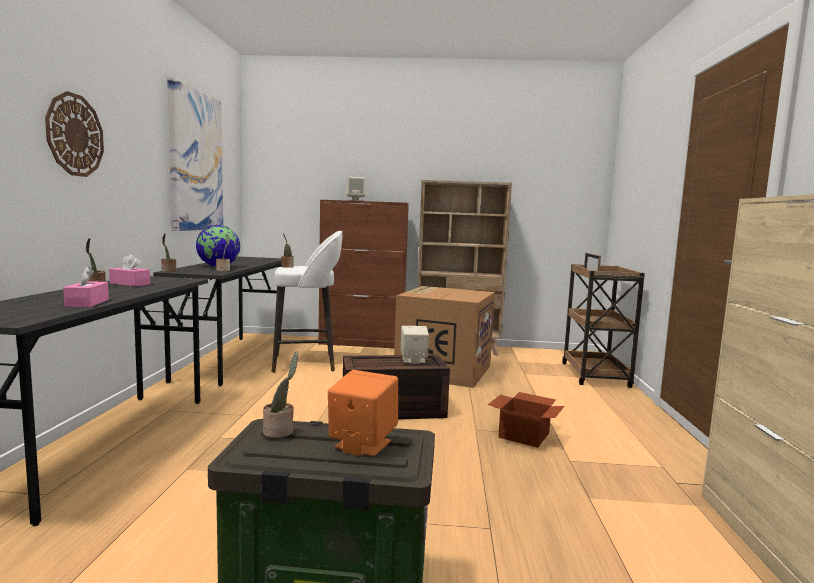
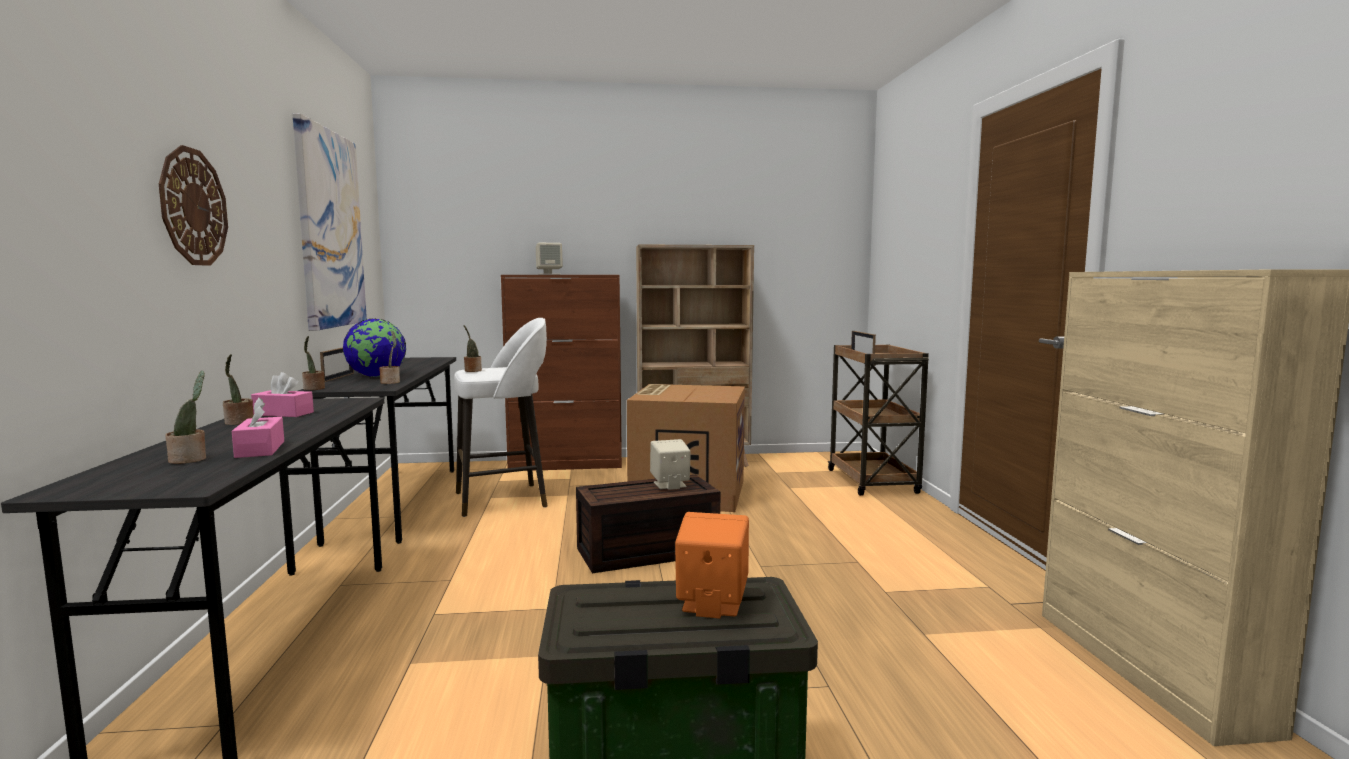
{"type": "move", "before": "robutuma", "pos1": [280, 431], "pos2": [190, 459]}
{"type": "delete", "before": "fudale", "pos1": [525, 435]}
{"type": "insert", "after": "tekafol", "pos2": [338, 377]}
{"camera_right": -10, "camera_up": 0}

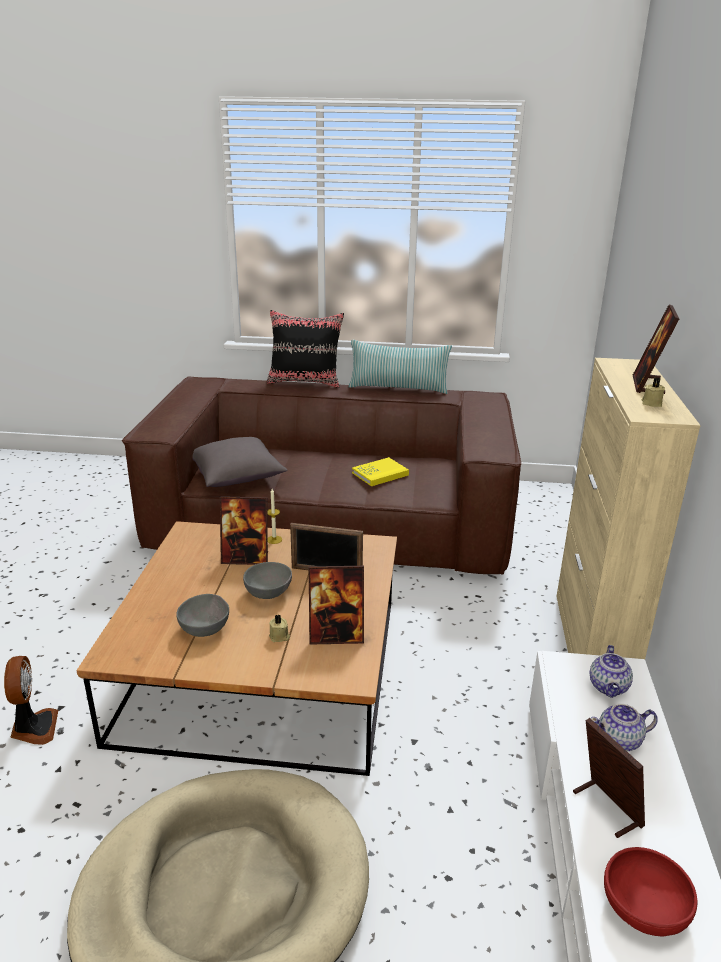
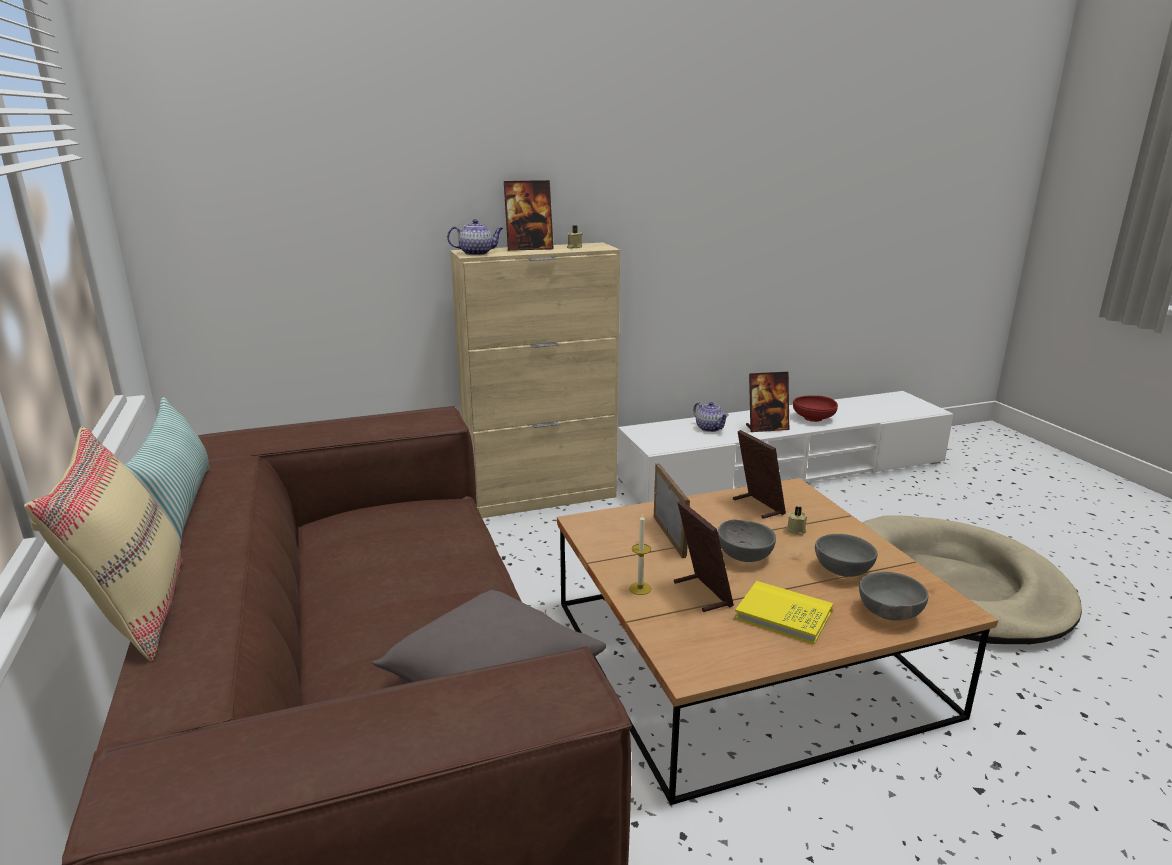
{"type": "delete", "before": "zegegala", "pos1": [34, 728]}
{"type": "recolor", "before": "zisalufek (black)", "after": "zisalufek (beige)", "pos1": [305, 381], "pos2": [135, 611]}
{"type": "move", "before": "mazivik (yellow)", "pos1": [380, 474], "pos2": [783, 615]}
{"type": "rotate", "before": "tekafol", "pos1": [606, 807], "pos2": [766, 428], "turn": -135}
{"type": "move", "before": "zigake", "pos1": [609, 687], "pos2": [477, 253]}
{"type": "insert", "after": "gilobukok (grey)", "pos2": [889, 614]}
{"camera_right": -115, "camera_up": -5}

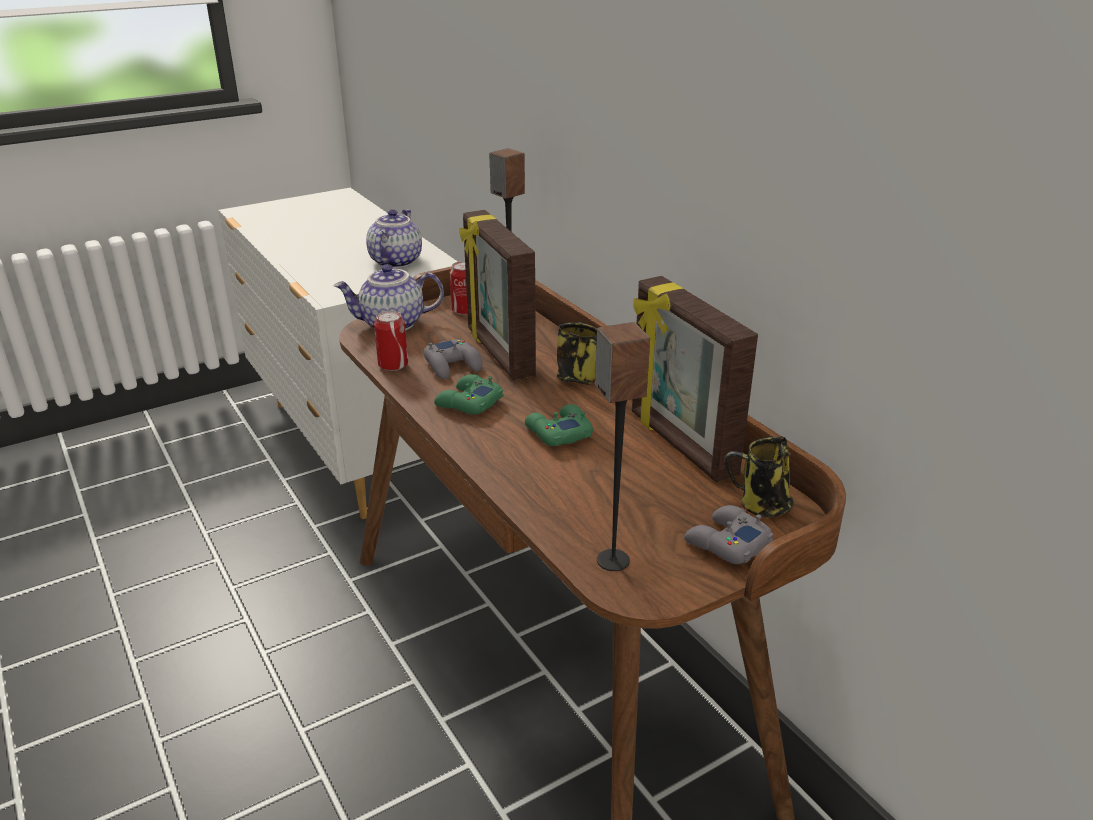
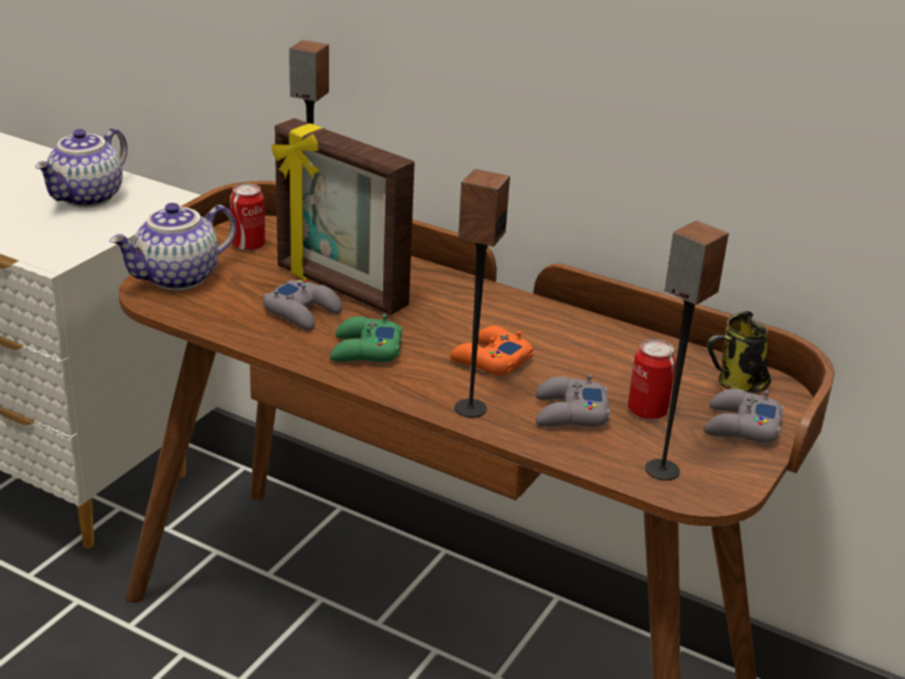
{"type": "rotate", "before": "zigake", "pos1": [394, 261], "pos2": [88, 198], "turn": -135}
{"type": "move", "before": "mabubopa", "pos1": [393, 365], "pos2": [647, 411]}
{"type": "recolor", "before": "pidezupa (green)", "after": "pidezupa (orange)", "pos1": [558, 432], "pos2": [490, 360]}
{"type": "delete", "before": "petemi", "pos1": [576, 377]}
{"type": "delete", "before": "tekafol", "pos1": [680, 444]}
{"type": "insert", "after": "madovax", "pos2": [469, 408]}
{"type": "insert", "after": "pidezupa (grey)", "pos2": [569, 413]}
{"camera_right": -30, "camera_up": 0}

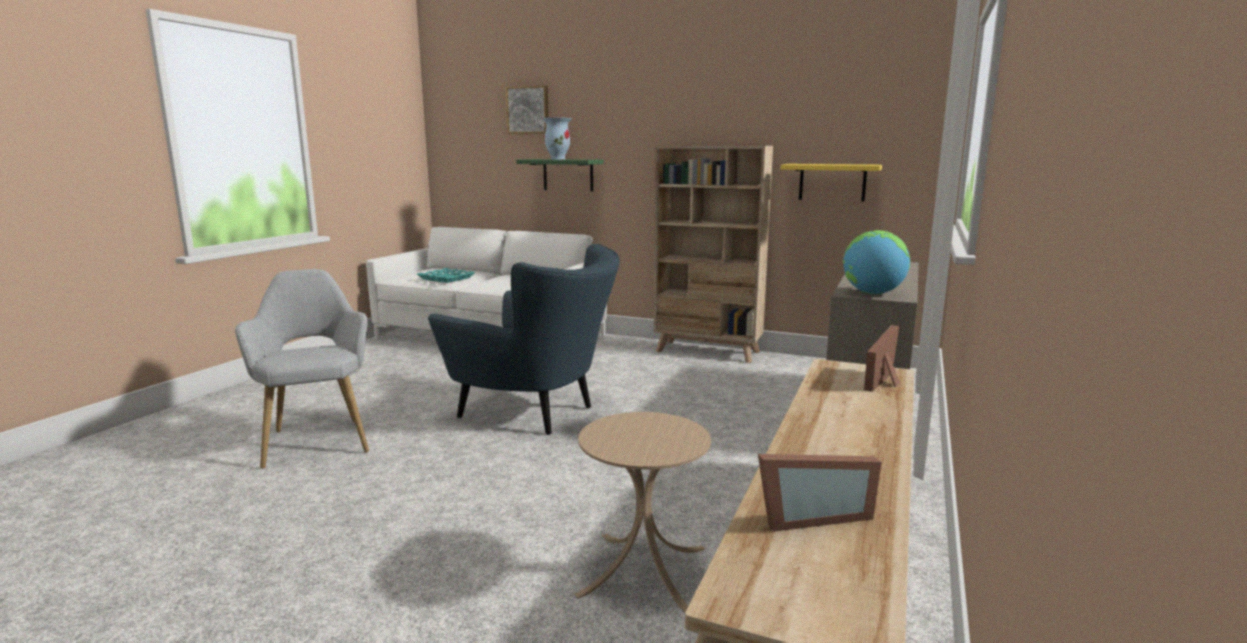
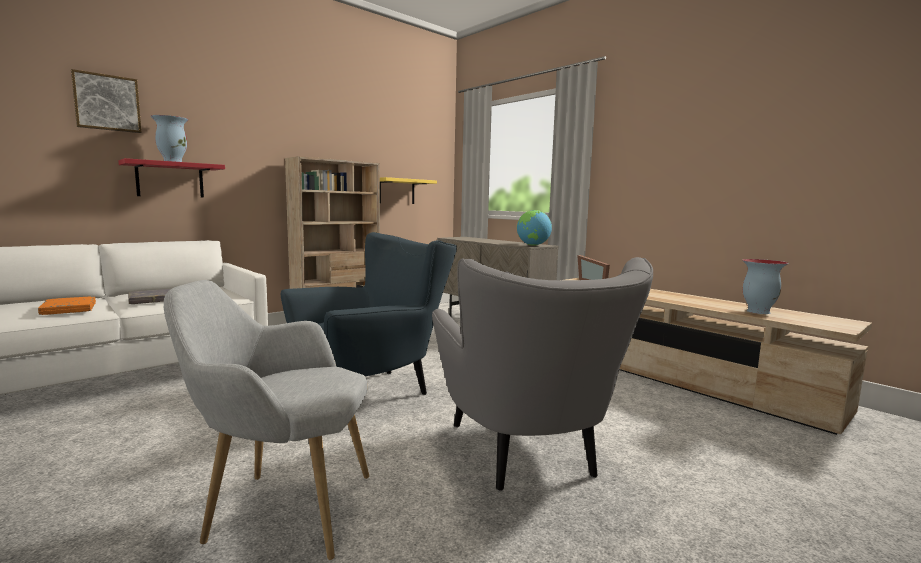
{"type": "replace", "before": "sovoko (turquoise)", "after": "mazivik (orange)", "pos1": [446, 278], "pos2": [68, 309]}
{"type": "recolor", "before": "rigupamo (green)", "after": "rigupamo (red)", "pos1": [568, 175], "pos2": [170, 180]}
{"type": "delete", "before": "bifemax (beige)", "pos1": [643, 571]}
{"type": "replace", "before": "tekafol", "after": "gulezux", "pos1": [810, 516], "pos2": [757, 311]}
{"type": "insert", "after": "mazivik (grey)", "pos2": [153, 300]}
{"type": "insert", "after": "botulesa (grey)", "pos2": [526, 455]}
{"camera_right": -65, "camera_up": -5}

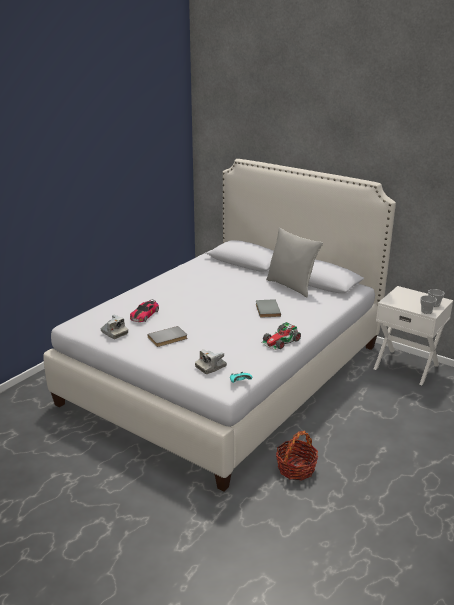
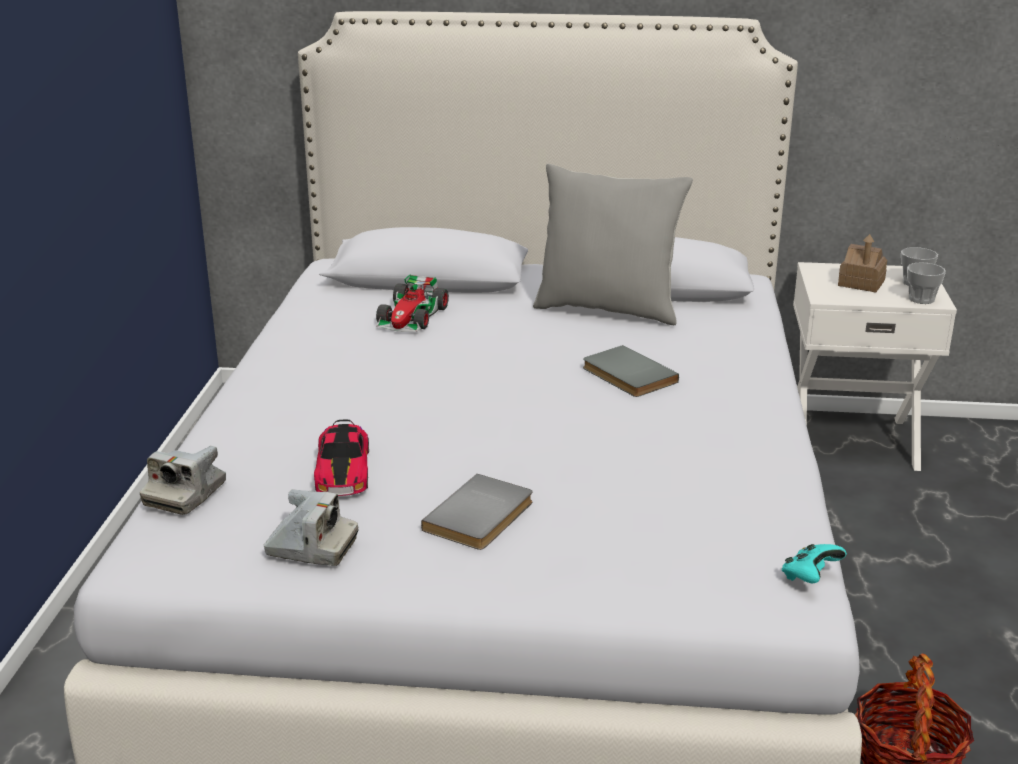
{"type": "move", "before": "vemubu", "pos1": [211, 367], "pos2": [185, 494]}
{"type": "move", "before": "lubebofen", "pos1": [280, 341], "pos2": [412, 317]}
{"type": "insert", "after": "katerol", "pos2": [861, 283]}
{"camera_right": -30, "camera_up": 0}

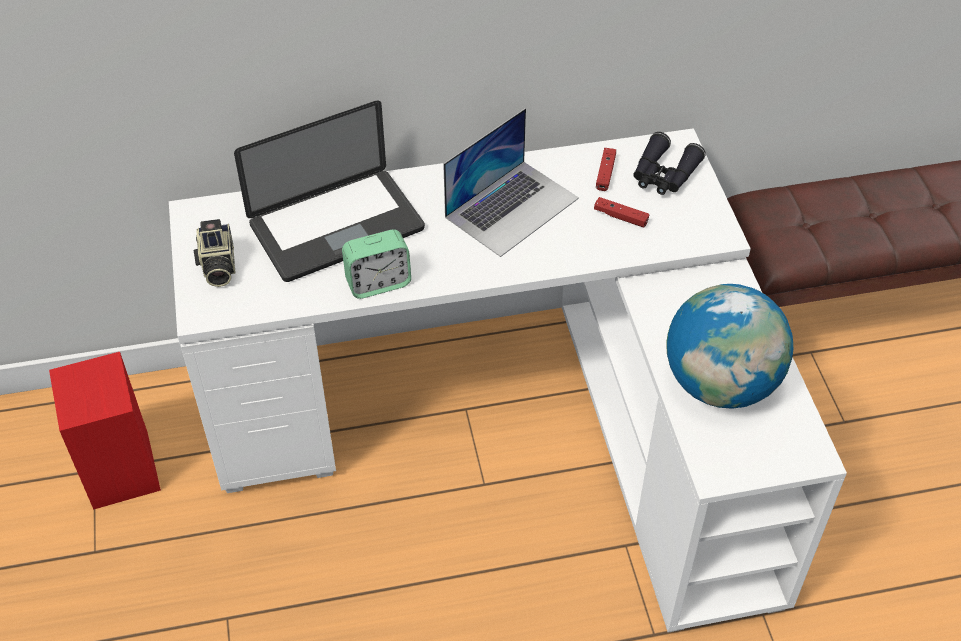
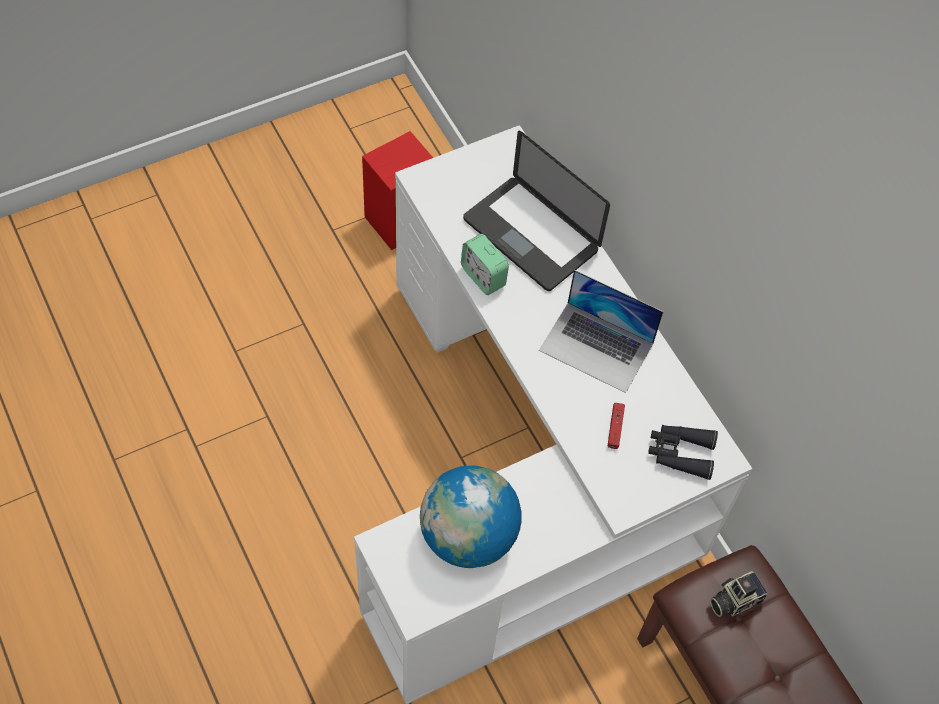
{"type": "move", "before": "vemubu", "pos1": [217, 266], "pos2": [733, 599]}
{"type": "delete", "before": "pidezupa (red)", "pos1": [605, 173]}
{"camera_right": 70, "camera_up": 10}

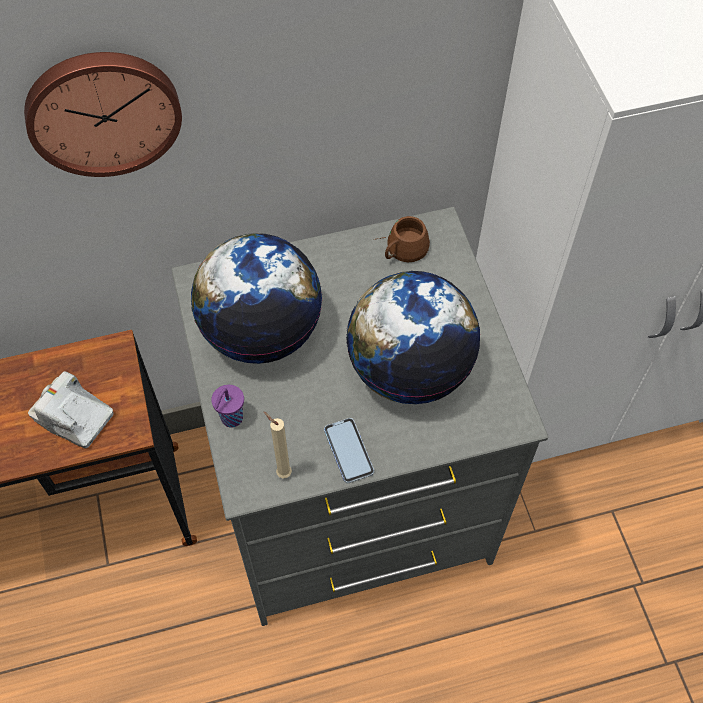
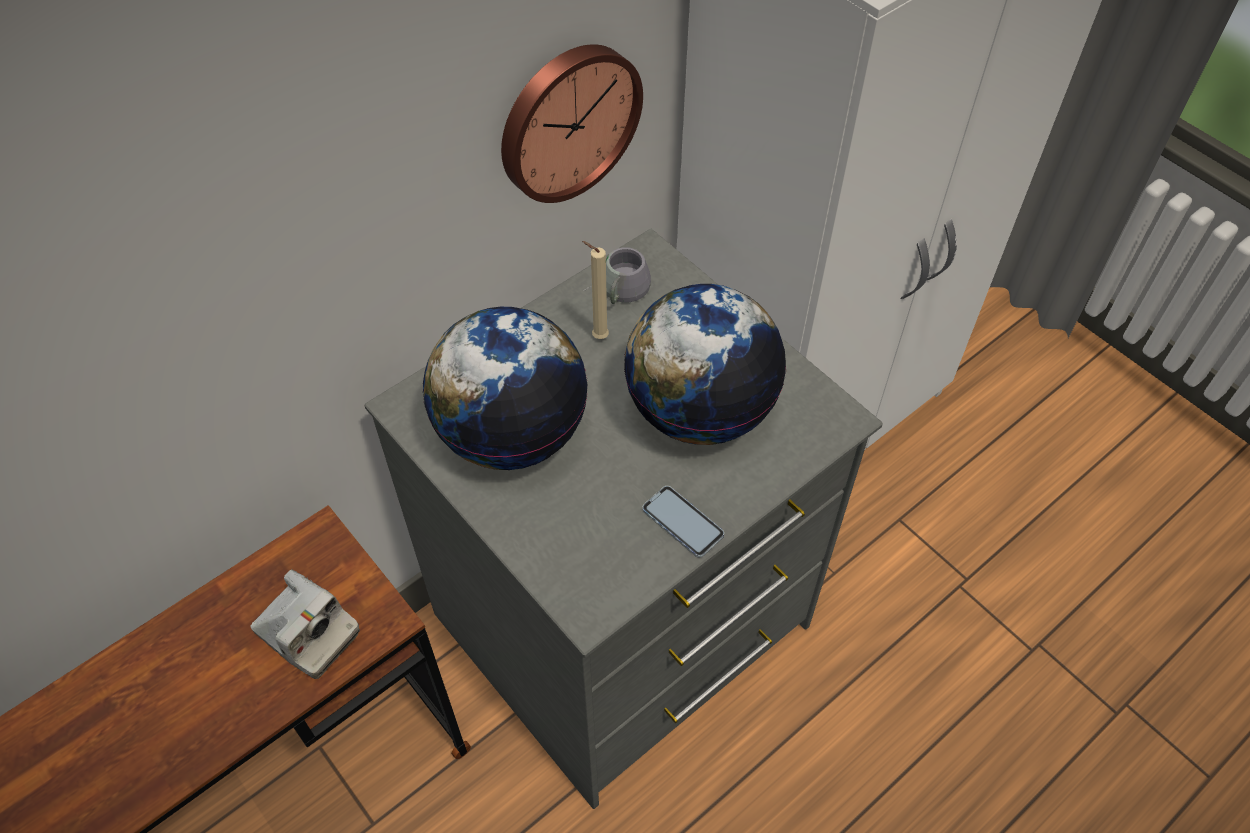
{"type": "move", "before": "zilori", "pos1": [103, 111], "pos2": [567, 121]}
{"type": "rotate", "before": "vemubu", "pos1": [74, 417], "pos2": [307, 633], "turn": -150}
{"type": "delete", "before": "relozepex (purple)", "pos1": [231, 419]}
{"type": "move", "before": "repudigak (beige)", "pos1": [282, 472], "pos2": [597, 336]}
{"type": "recolor", "before": "petemi (brown)", "after": "petemi (grey)", "pos1": [400, 247], "pos2": [617, 289]}
{"camera_right": -25, "camera_up": -5}

